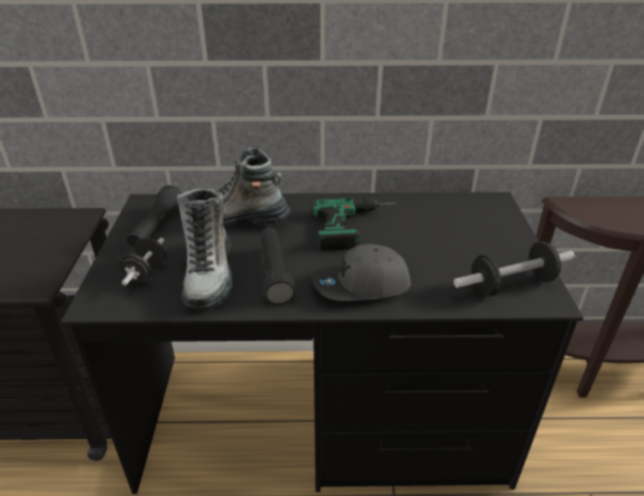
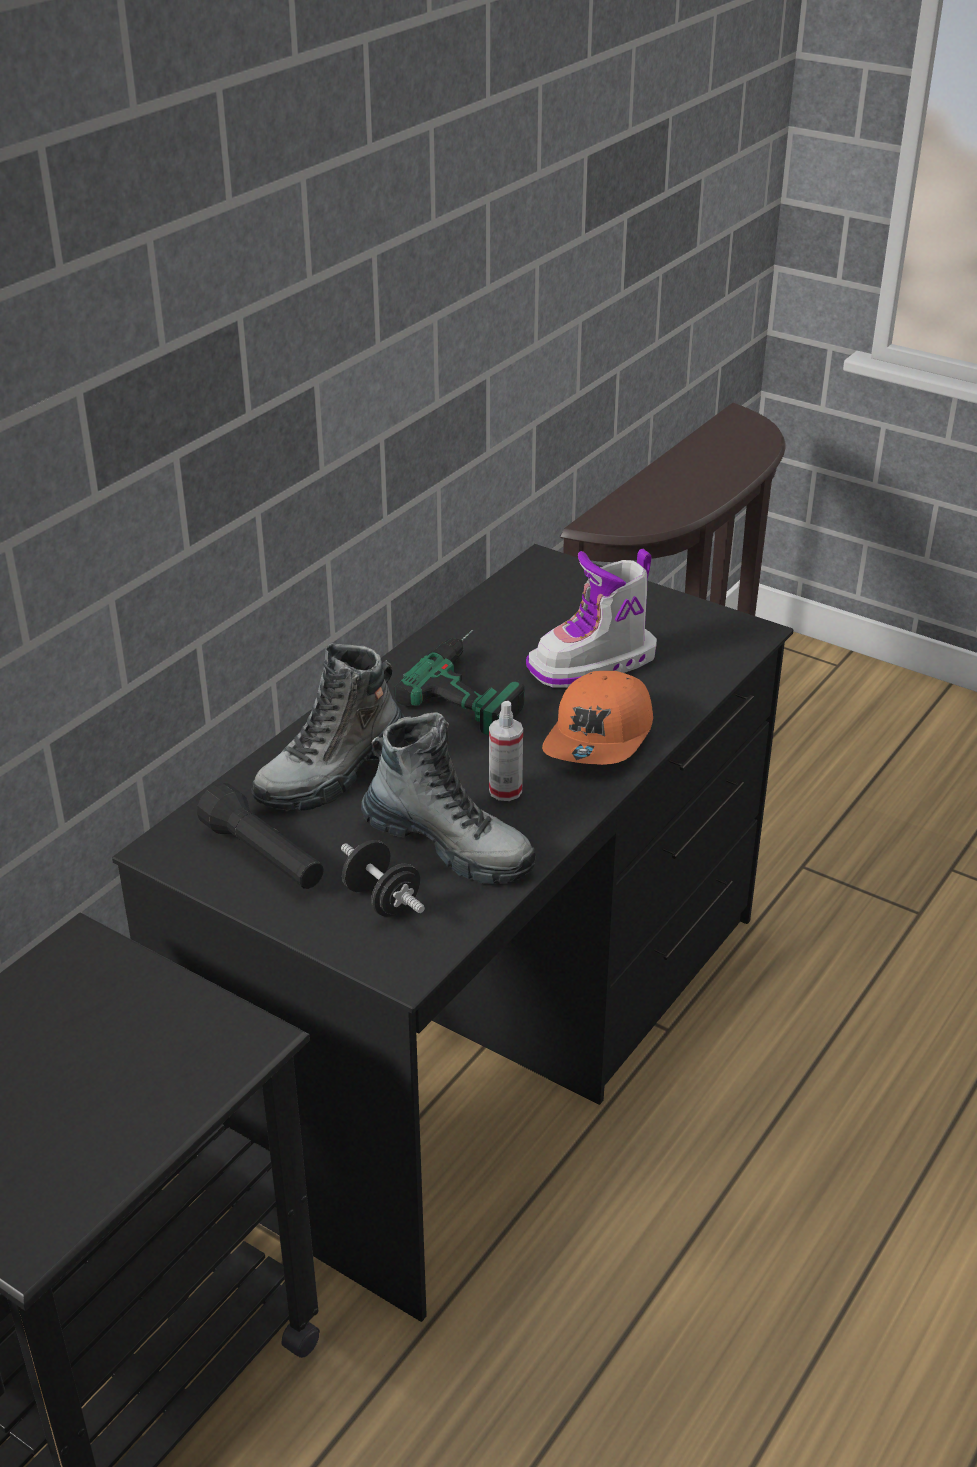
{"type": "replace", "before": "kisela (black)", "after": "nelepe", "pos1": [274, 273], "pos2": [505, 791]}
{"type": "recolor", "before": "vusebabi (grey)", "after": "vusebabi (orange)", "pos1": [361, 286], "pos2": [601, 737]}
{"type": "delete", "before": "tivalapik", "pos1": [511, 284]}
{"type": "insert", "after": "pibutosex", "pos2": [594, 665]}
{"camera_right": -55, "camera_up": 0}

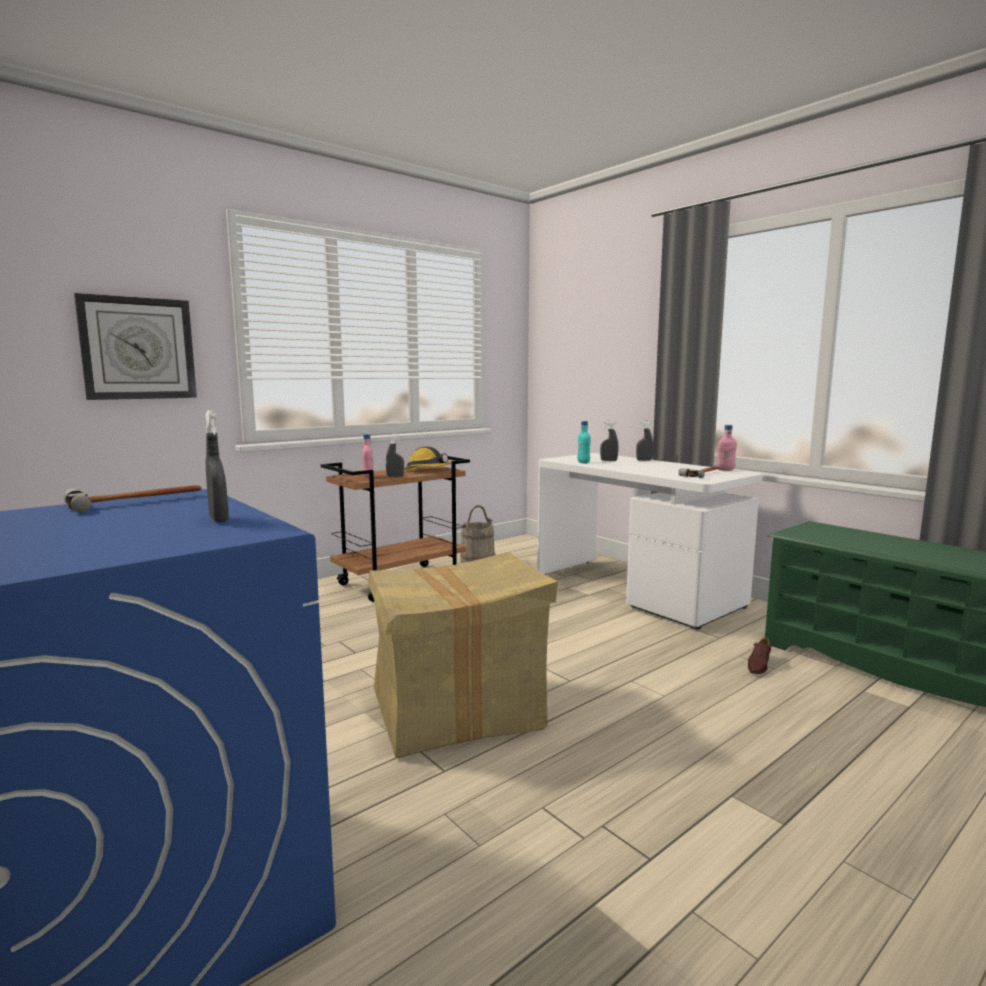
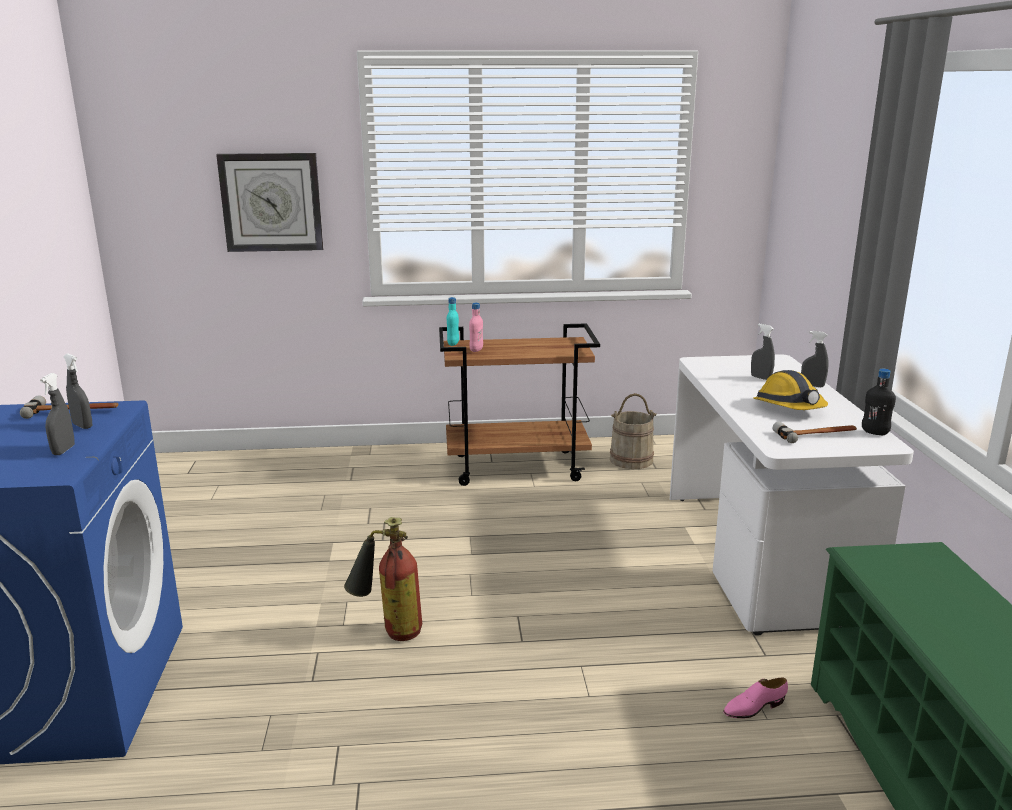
{"type": "replace", "before": "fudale", "after": "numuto", "pos1": [457, 710], "pos2": [389, 630]}
{"type": "move", "before": "nelepe (grey)", "pos1": [395, 476], "pos2": [82, 426]}
{"type": "move", "before": "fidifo", "pos1": [428, 470], "pos2": [789, 407]}
{"type": "move", "before": "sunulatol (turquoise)", "pos1": [583, 462], "pos2": [453, 344]}
{"type": "recolor", "before": "sunulatol (pink)", "after": "sunulatol (black)", "pos1": [725, 470], "pos2": [875, 432]}
{"type": "recolor", "before": "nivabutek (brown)", "after": "nivabutek (pink)", "pos1": [758, 665], "pos2": [754, 707]}
{"camera_right": 35, "camera_up": 10}

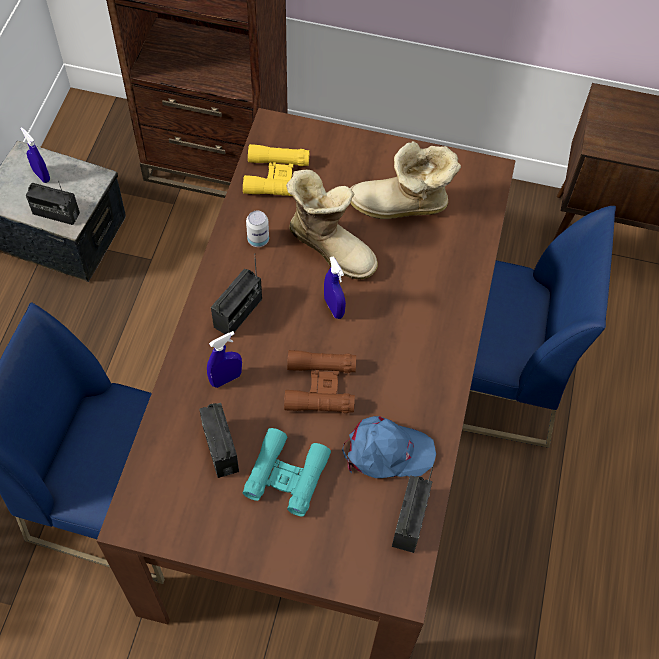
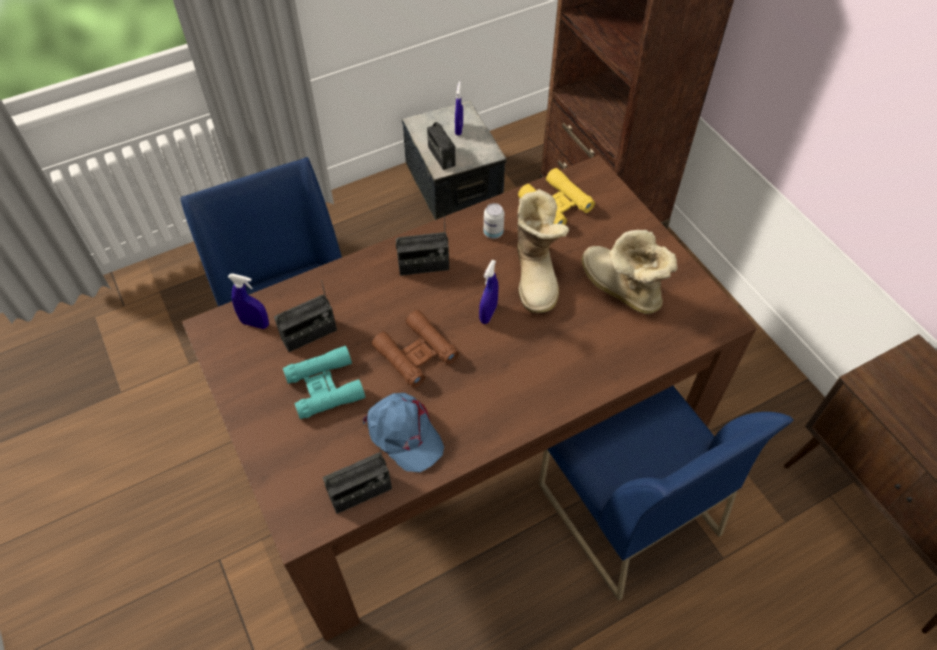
{"type": "rotate", "before": "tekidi", "pos1": [220, 449], "pos2": [309, 334], "turn": -150}
{"type": "move", "before": "nelepe (blue)", "pos1": [226, 379], "pos2": [255, 323]}
{"camera_right": 50, "camera_up": -5}

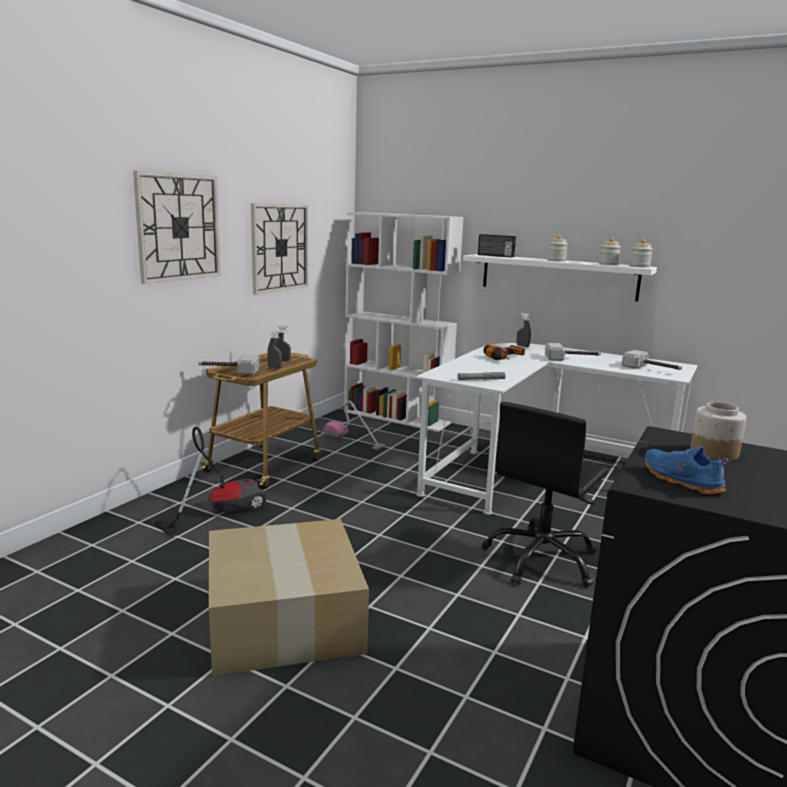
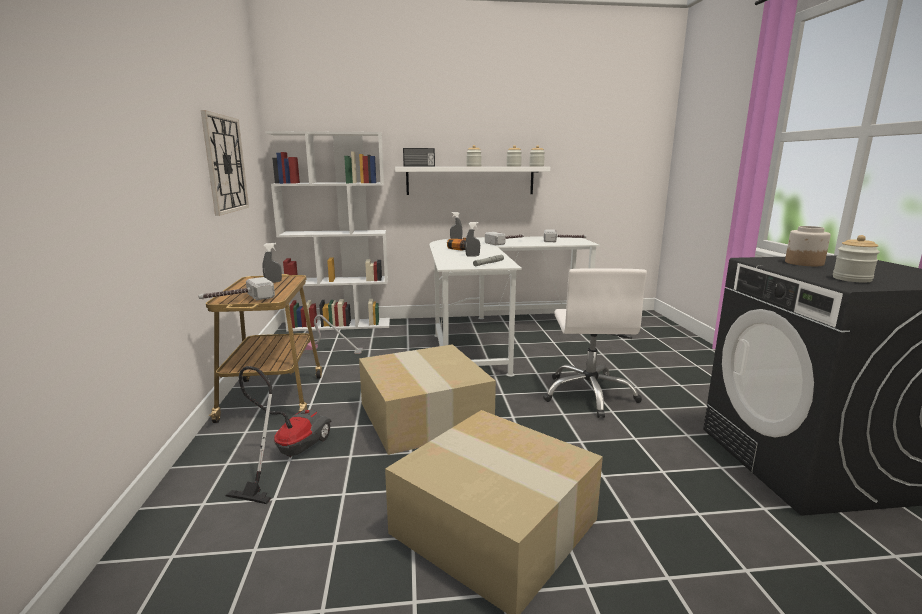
{"type": "delete", "before": "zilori", "pos1": [178, 227]}
{"type": "move", "before": "nelepe (grey)", "pos1": [274, 368], "pos2": [472, 256]}
{"type": "recolor", "before": "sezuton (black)", "after": "sezuton (white)", "pos1": [542, 559], "pos2": [589, 394]}
{"type": "replace", "before": "nivabutek (blue)", "after": "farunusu", "pos1": [680, 480], "pos2": [851, 279]}
{"type": "insert", "after": "fudale", "pos2": [422, 415]}
{"camera_right": -35, "camera_up": 0}

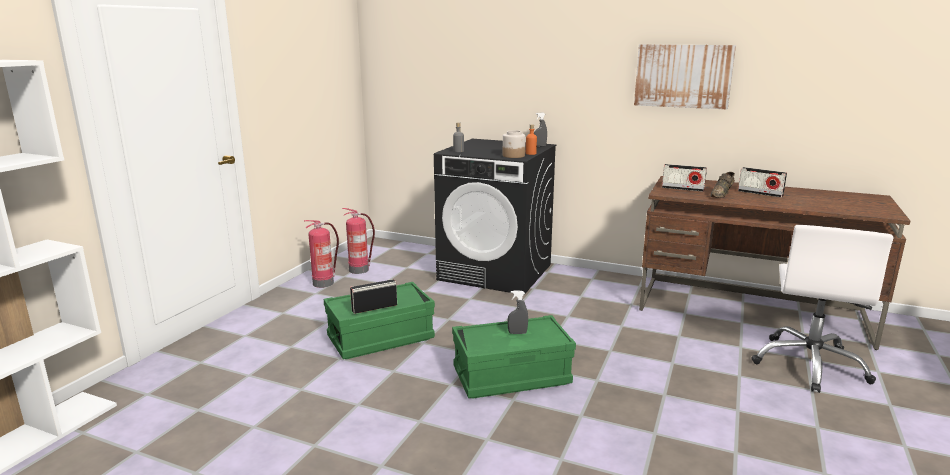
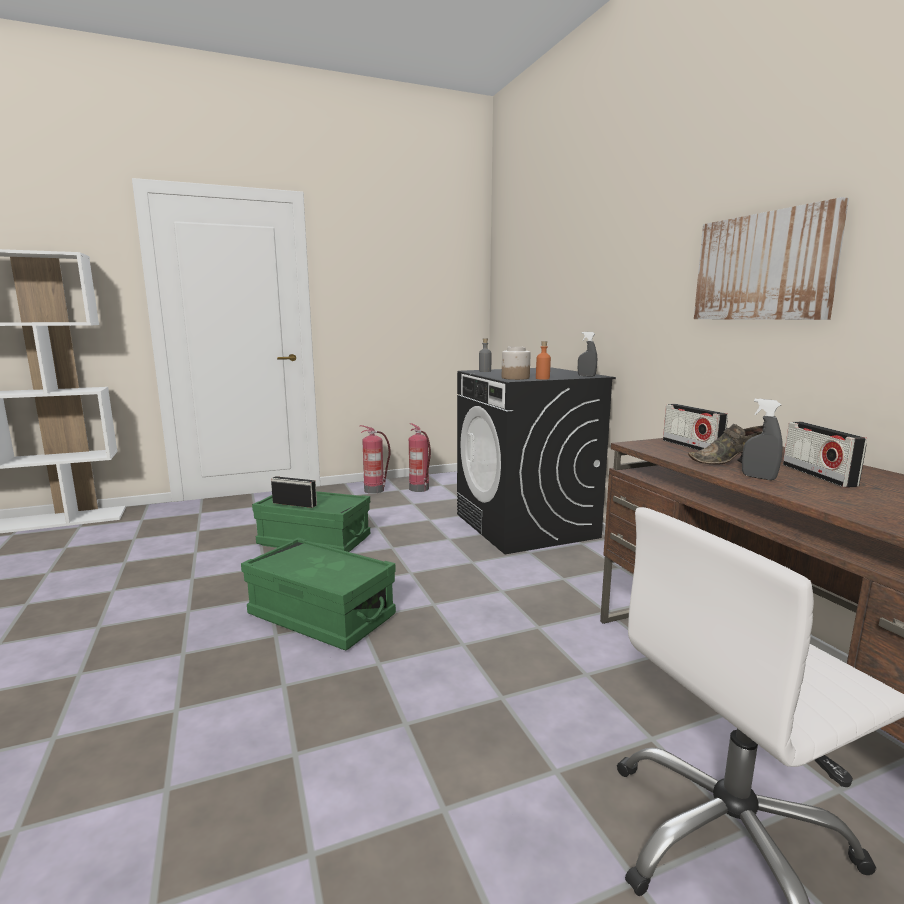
{"type": "move", "before": "nelepe (grey)", "pos1": [517, 333], "pos2": [758, 477]}
{"camera_right": 45, "camera_up": -5}

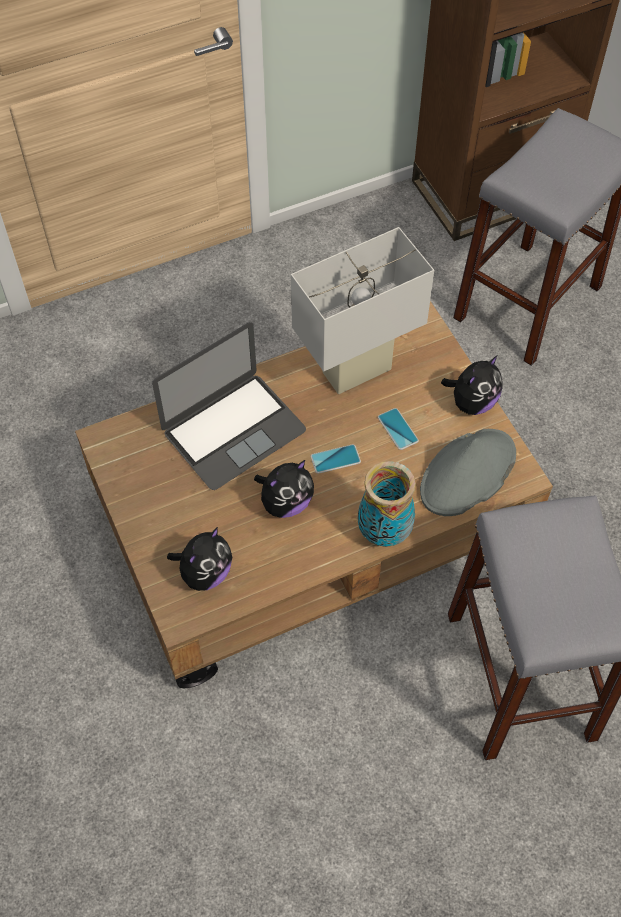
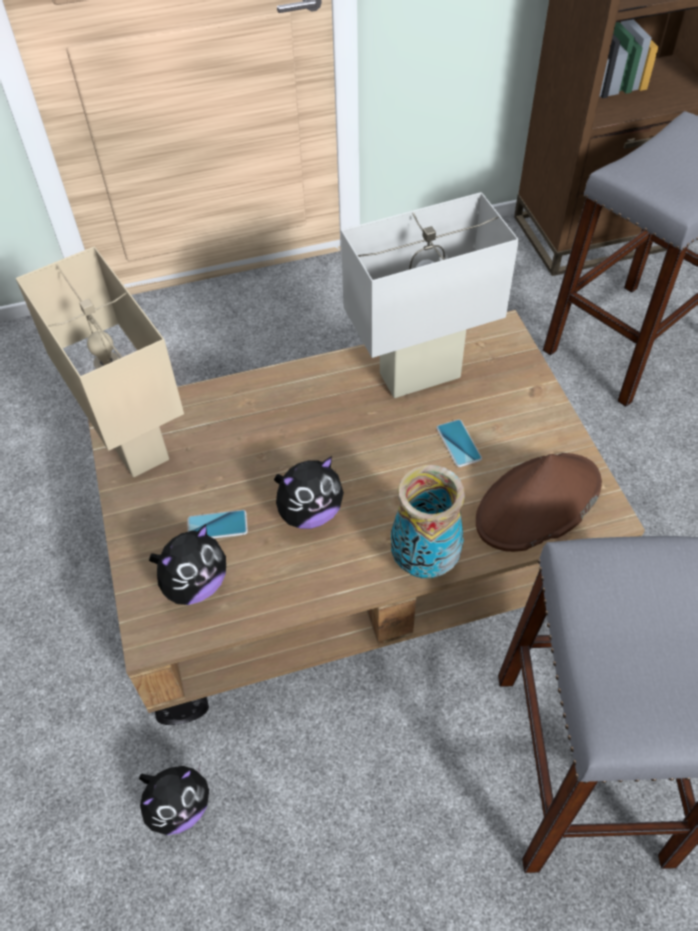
{"type": "delete", "before": "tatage", "pos1": [233, 430]}
{"type": "move", "before": "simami", "pos1": [335, 459], "pos2": [217, 526]}
{"type": "recolor", "before": "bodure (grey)", "after": "bodure (brown)", "pos1": [467, 473], "pos2": [537, 503]}
{"type": "move", "before": "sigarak", "pos1": [472, 402], "pos2": [179, 806]}
{"type": "insert", "after": "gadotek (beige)", "pos2": [135, 444]}
{"camera_right": 10, "camera_up": -5}

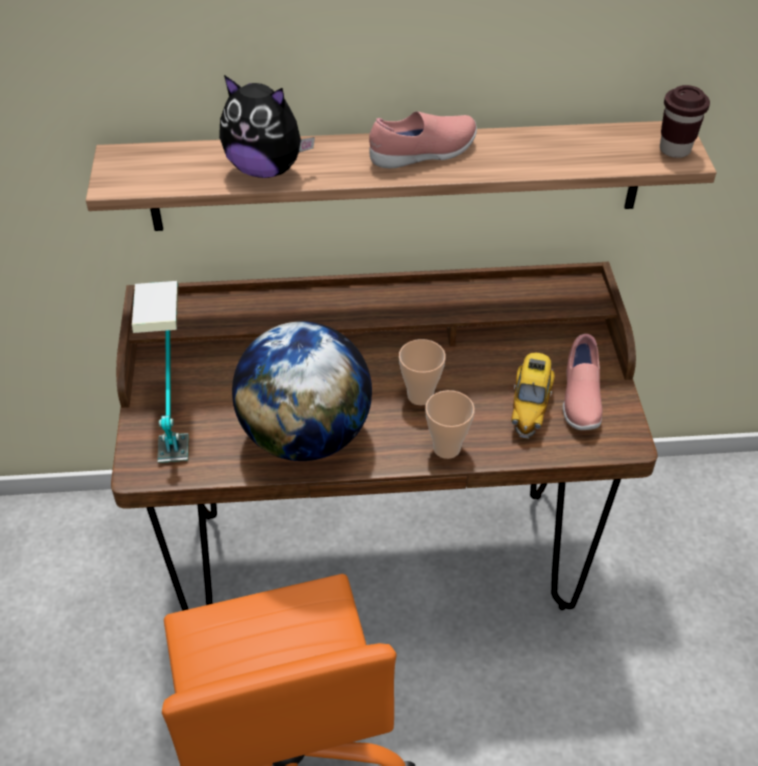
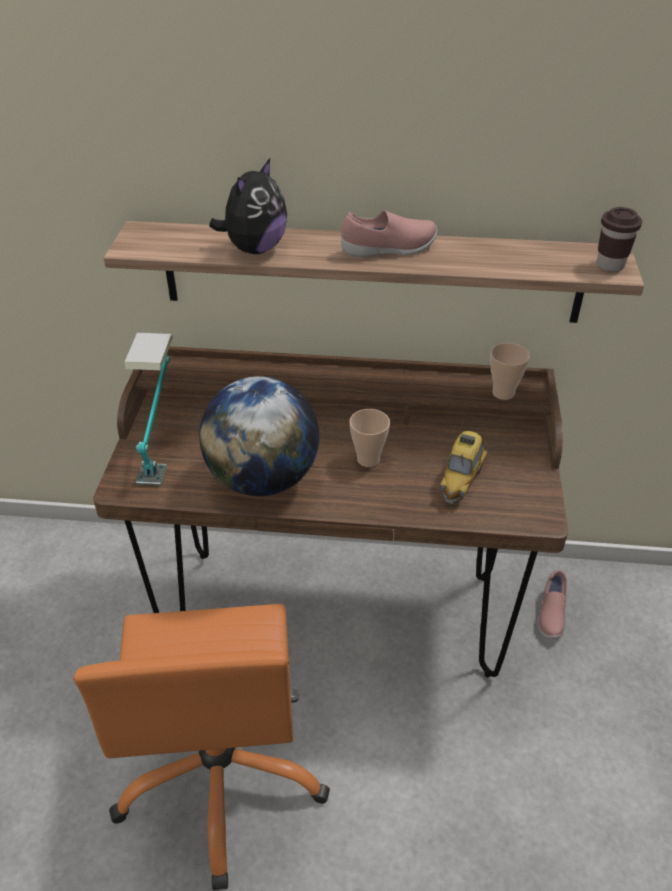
{"type": "rotate", "before": "sigarak", "pos1": [266, 169], "pos2": [254, 249], "turn": -90}
{"type": "move", "before": "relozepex", "pos1": [446, 448], "pos2": [503, 393]}
{"type": "move", "before": "nivabutek (pink)", "pos1": [579, 398], "pos2": [550, 614]}
{"camera_right": 10, "camera_up": -5}

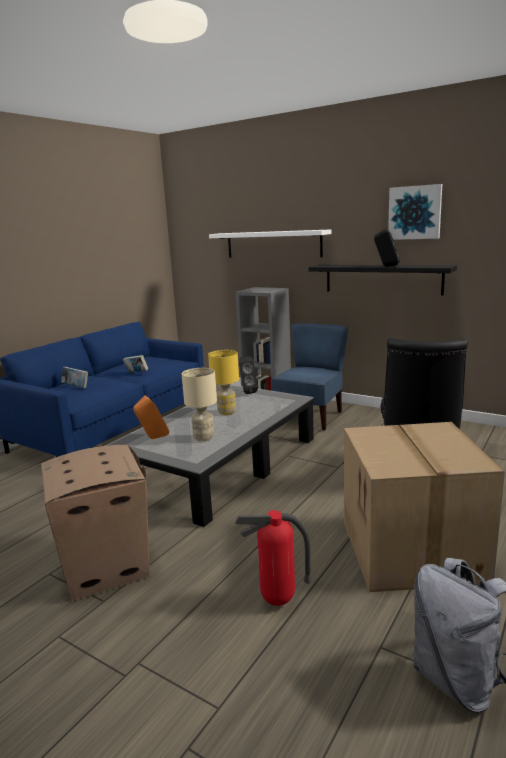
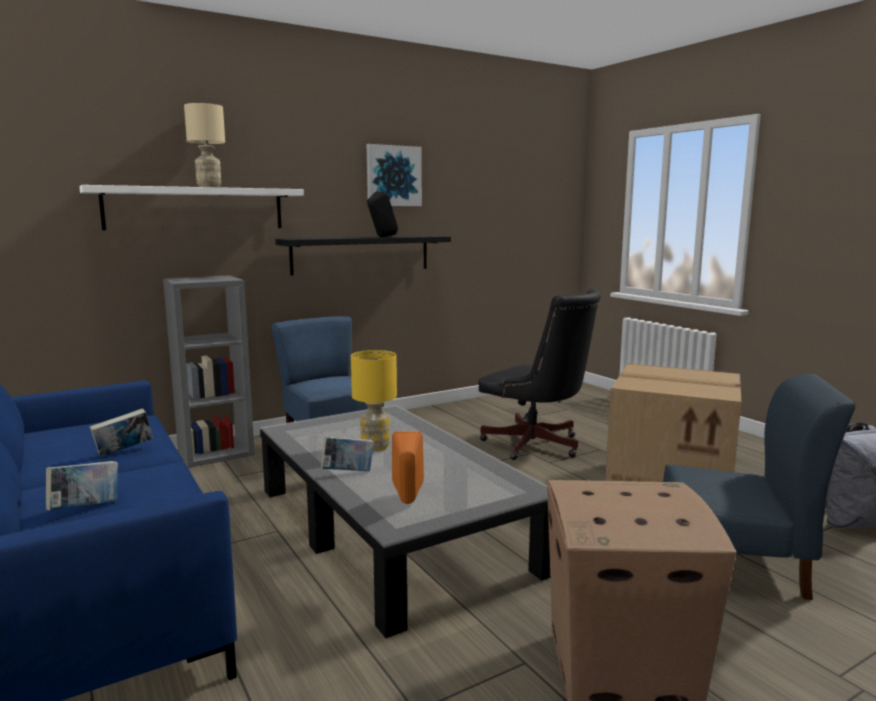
{"type": "move", "before": "gadotek (beige)", "pos1": [204, 438], "pos2": [209, 187]}
{"type": "replace", "before": "numuto", "after": "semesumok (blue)", "pos1": [278, 602], "pos2": [735, 565]}
{"type": "delete", "before": "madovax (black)", "pos1": [247, 392]}
{"type": "insert", "after": "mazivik", "pos2": [348, 472]}
{"camera_right": -65, "camera_up": -5}

